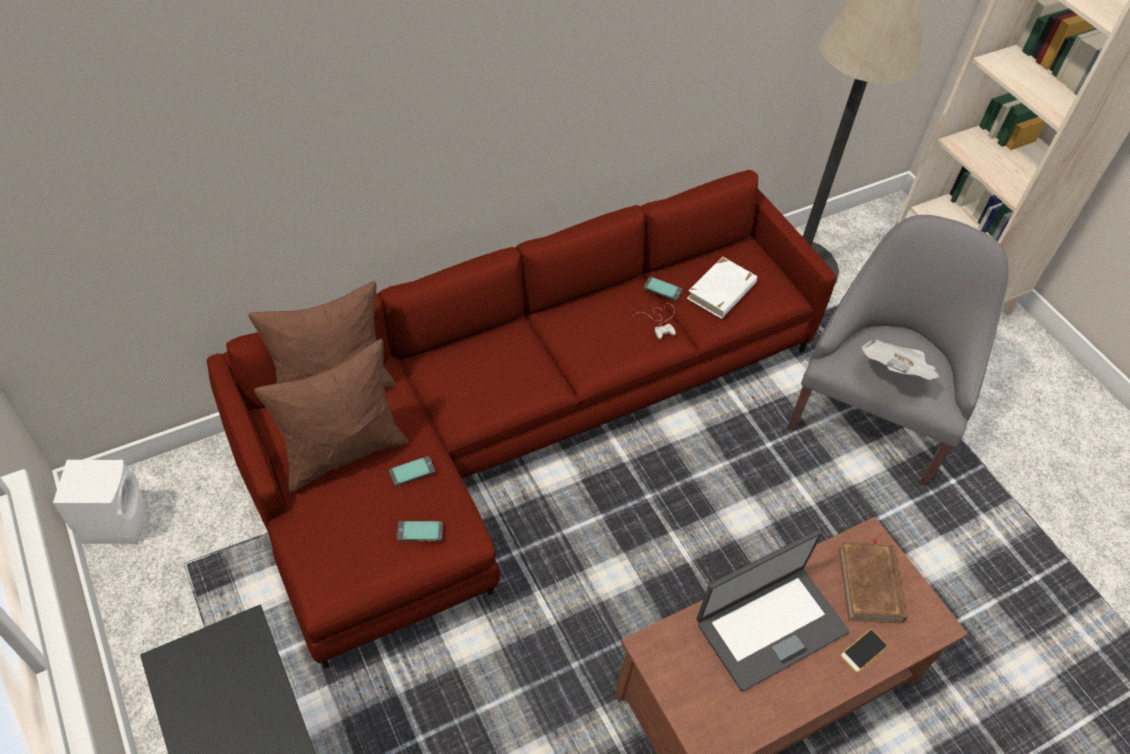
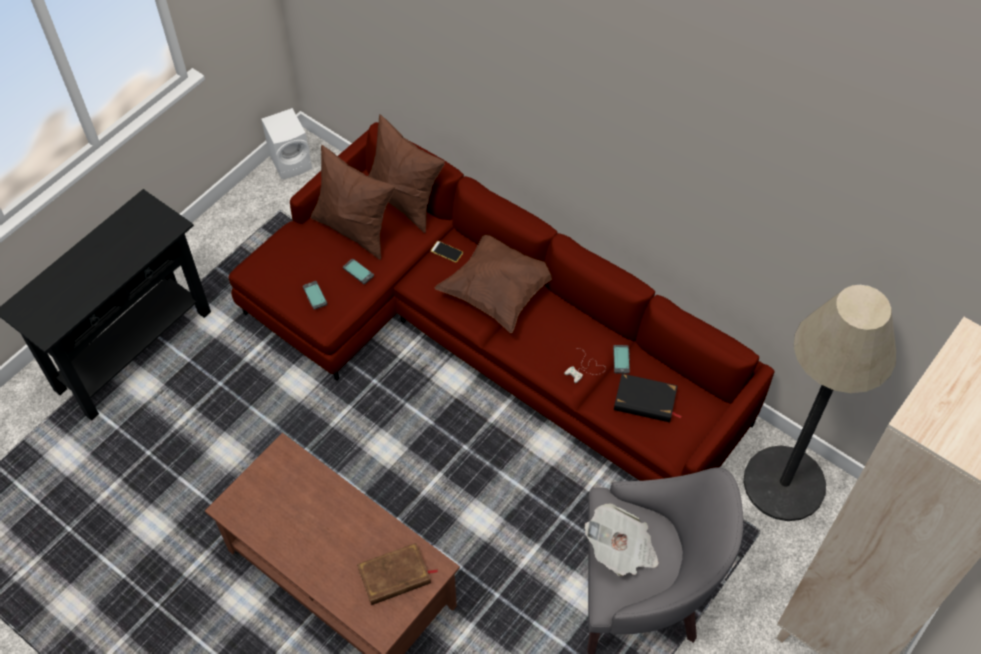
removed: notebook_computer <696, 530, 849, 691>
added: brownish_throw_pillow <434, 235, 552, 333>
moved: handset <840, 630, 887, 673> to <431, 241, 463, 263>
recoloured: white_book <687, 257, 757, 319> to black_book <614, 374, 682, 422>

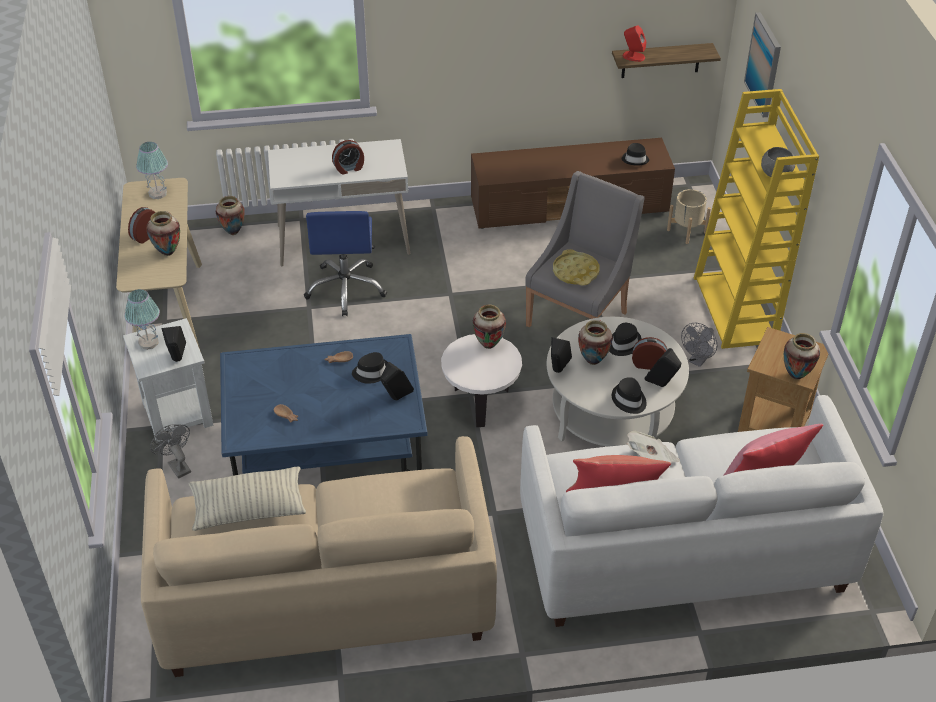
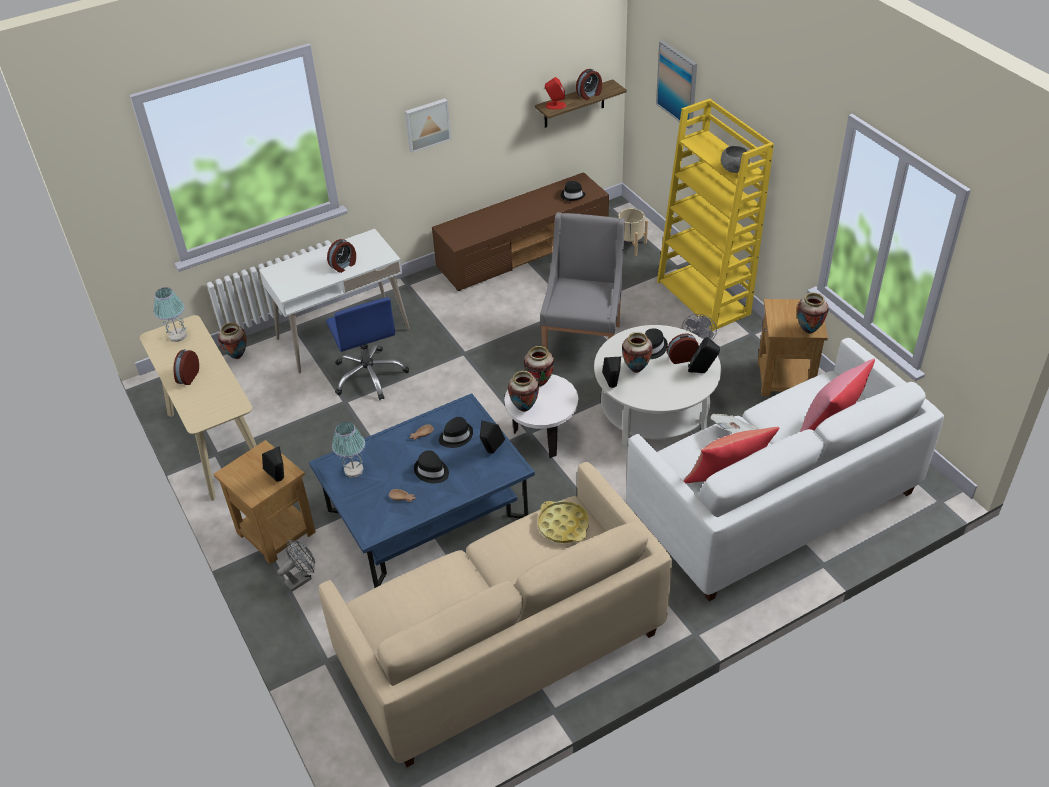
removed: throw_pillow <189, 466, 306, 531>
added: wall_picture <405, 98, 451, 153>; alarm_clock <576, 69, 602, 100>
moved: tabletop_lamp <124, 289, 160, 350> to <332, 422, 365, 478>; black_wearable_hat <612, 377, 647, 414> to <414, 450, 449, 483>; vase <147, 211, 180, 256> to <508, 371, 539, 412>; yellow_tray <553, 249, 599, 286> to <538, 501, 589, 543>
recoloured: white_end_table <123, 318, 213, 442> to brownish_end_table <213, 440, 316, 565>
turned: grey_cooling_fan <150, 424, 191, 479> = <277, 540, 315, 592> 105 degrees clockwise

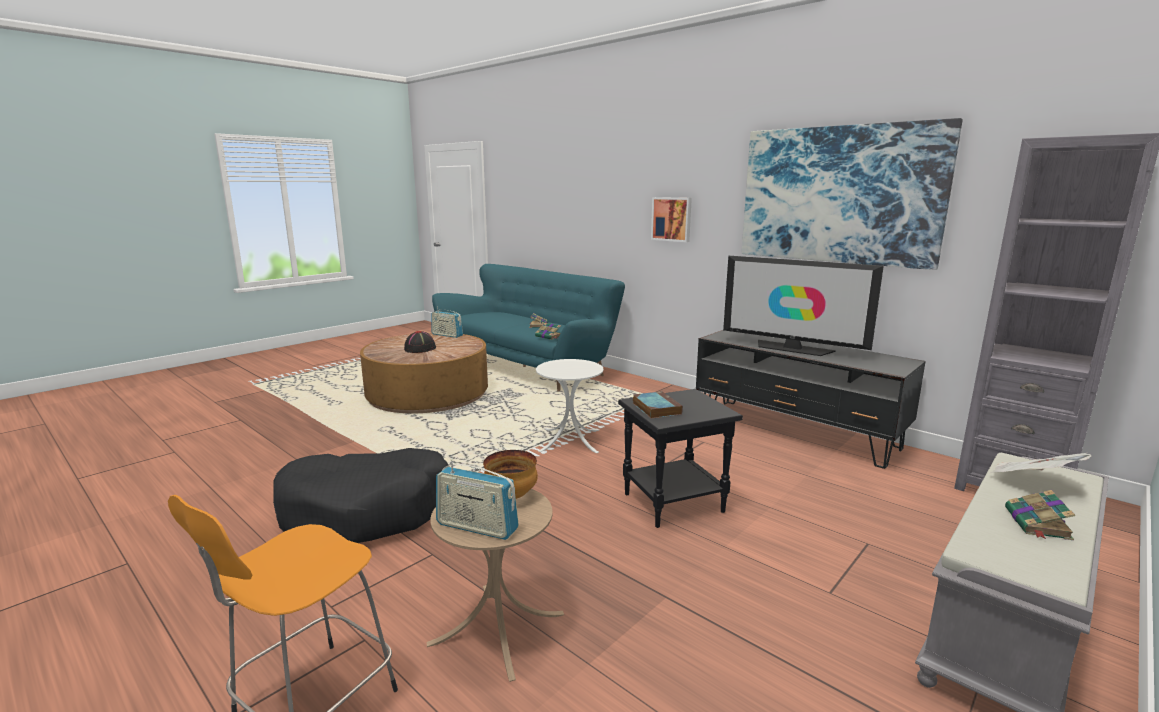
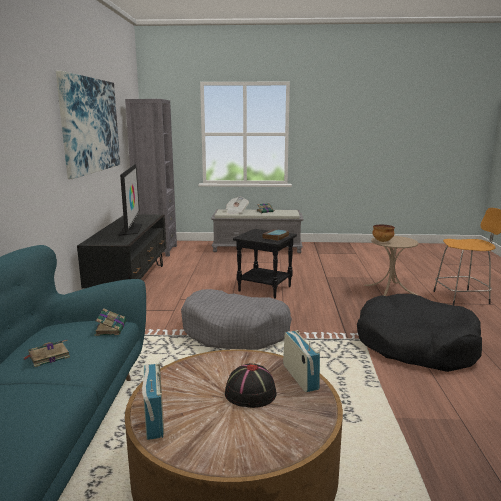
removed: wall_picture <651, 197, 692, 242>
moved: radio_receiver <436, 459, 519, 540> to <283, 330, 320, 392>
replaced: white_end_table <536, 359, 603, 454> to grey_pet_bed <181, 289, 292, 350>

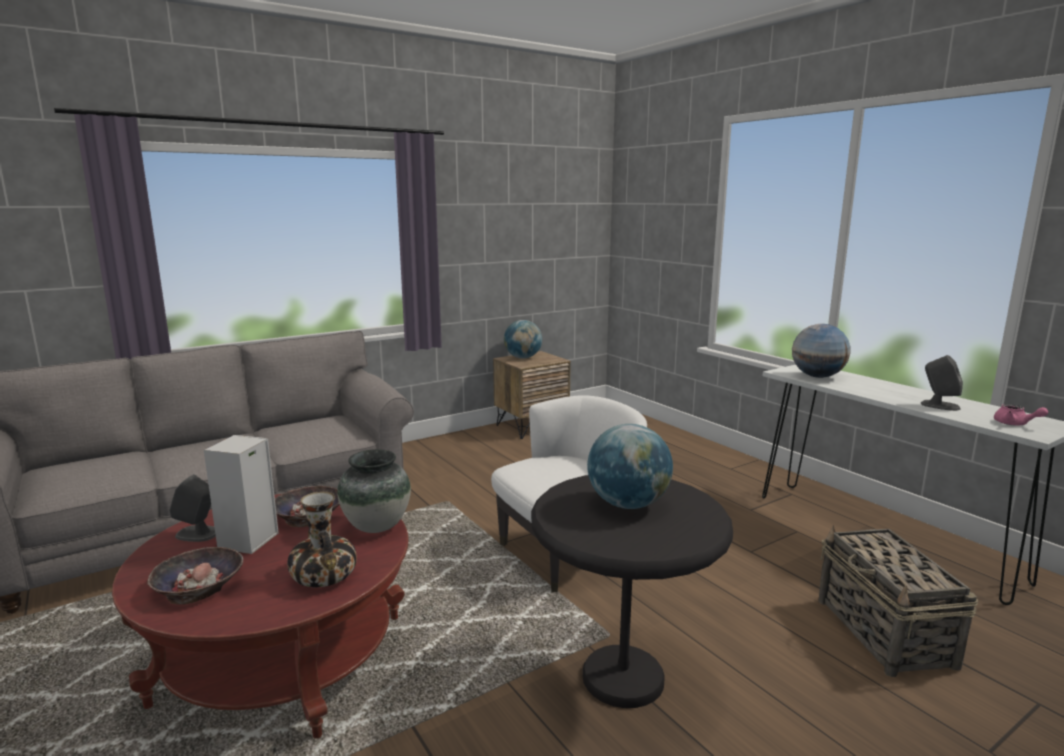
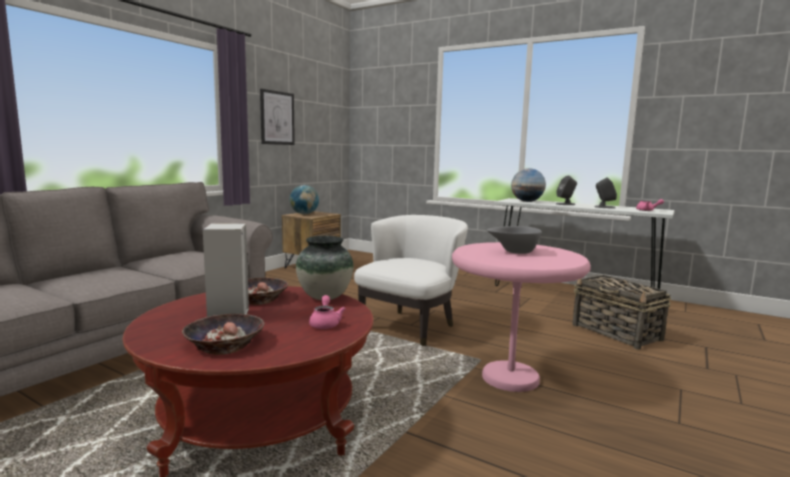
added: wall_picture <260, 89, 295, 145>
moved: grey_speaker <169, 474, 216, 542> to <556, 176, 577, 205>
replaced: vase <287, 491, 357, 587> to pinkish_tea_pot <309, 295, 346, 329>; globe <587, 424, 673, 509> to grey_deep_dish <487, 226, 541, 254>
recoloured: black_end_table <531, 475, 733, 708> to pinkish_end_table <452, 242, 591, 392>

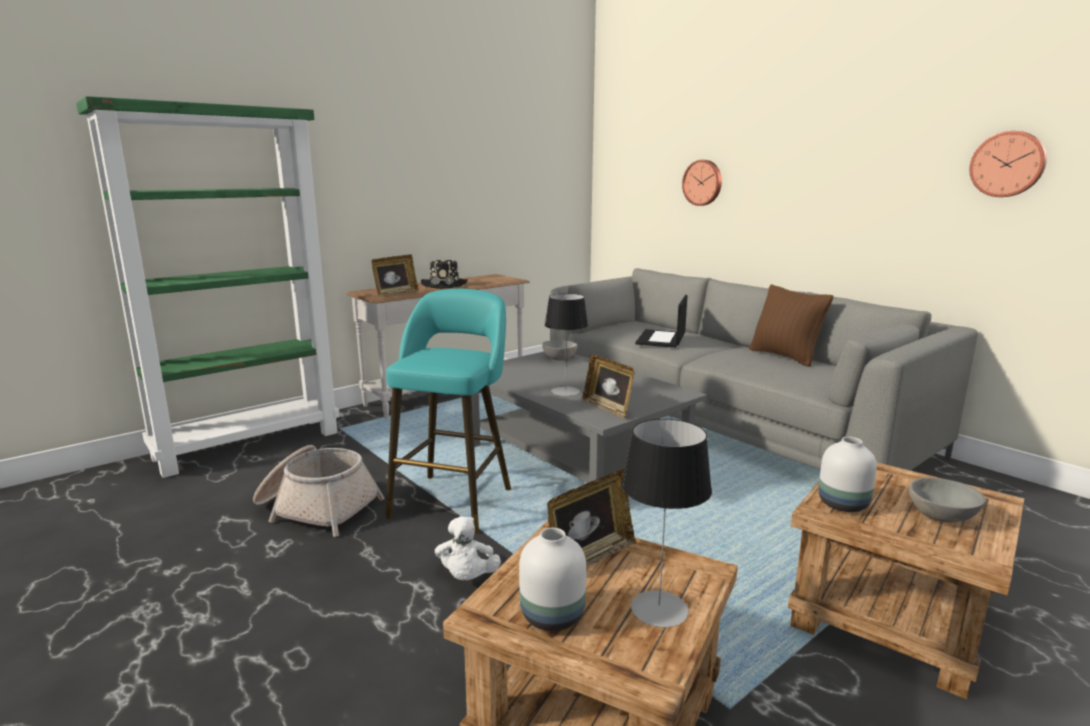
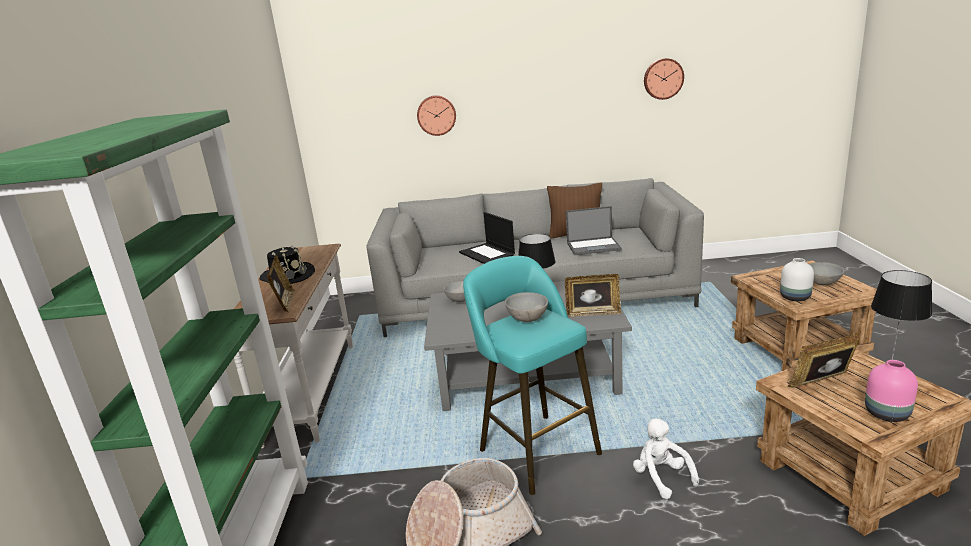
added: grey_deep_dish <505, 292, 548, 322>; notebook_computer <566, 206, 622, 255>
recoloured: white_vase <519, 528, 586, 631> to pinkish_vase <865, 360, 918, 422>
turned: white_soft_toy <435, 516, 501, 580> = <633, 419, 699, 499> 150 degrees counterclockwise; standing_frame <547, 469, 636, 567> = <788, 332, 860, 388> 105 degrees counterclockwise

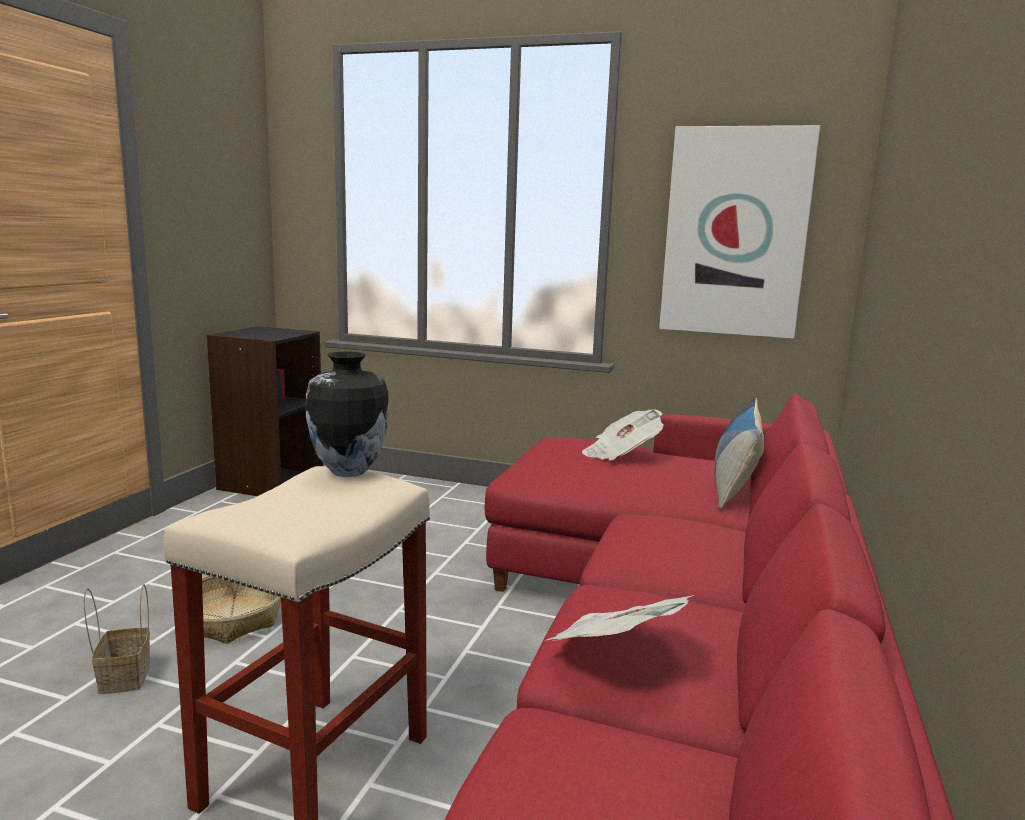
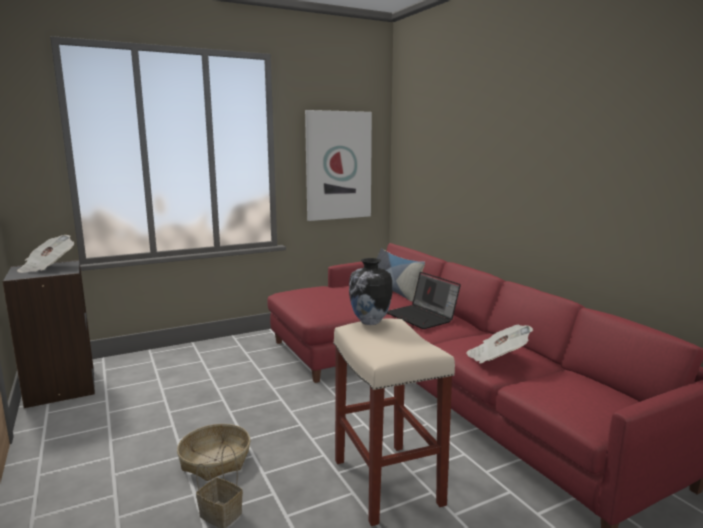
added: notebook_computer <387, 272, 461, 329>
moved: printed_paper <582, 409, 663, 461> to <17, 235, 74, 273>

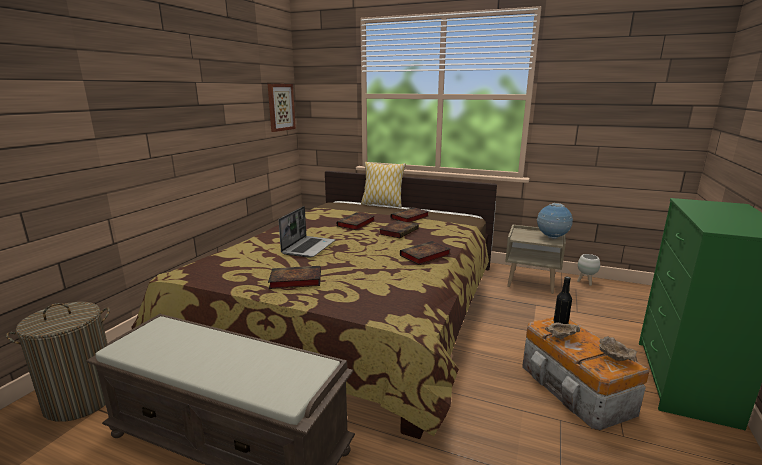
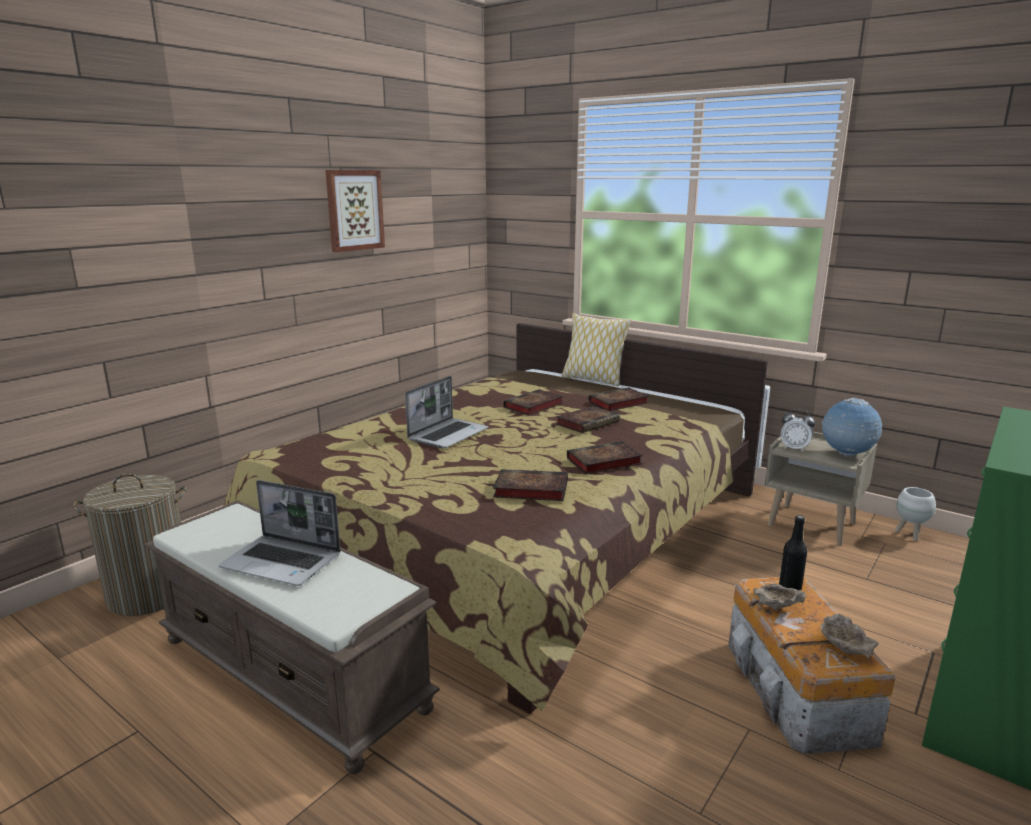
added: notebook_computer <219, 480, 341, 586>; alarm_clock <781, 409, 815, 452>
moved: wall_picture <268, 84, 296, 132> to <326, 170, 385, 252>; book <268, 266, 321, 289> to <493, 469, 568, 501>

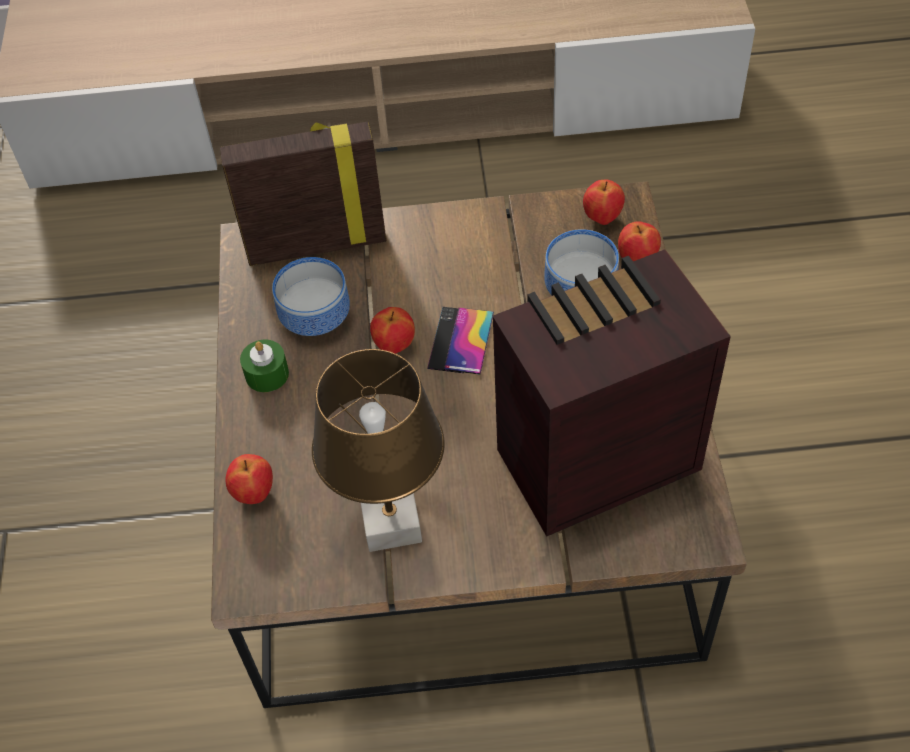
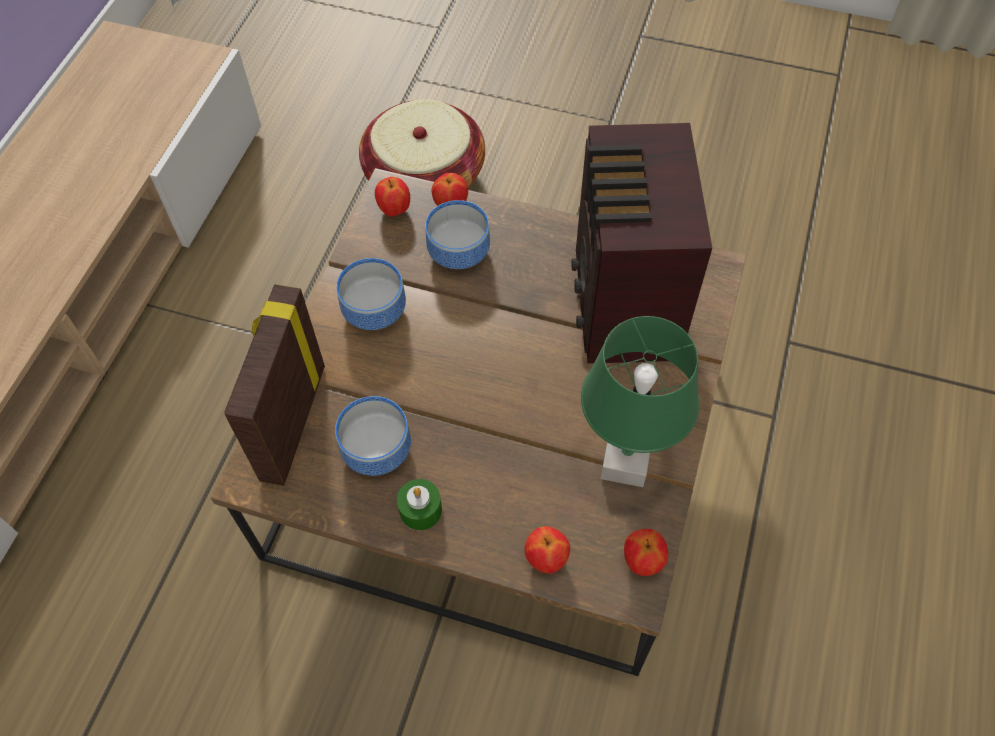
removed: handset <427, 307, 494, 374>
added: deep_dish <336, 258, 406, 330>; storage_basket <359, 99, 485, 187>
moved: apple <370, 307, 415, 354> to <624, 529, 668, 576>
recoloured: brownish_tabletop_lamp <312, 349, 445, 552> to green_tabletop_lamp <581, 316, 699, 487>

